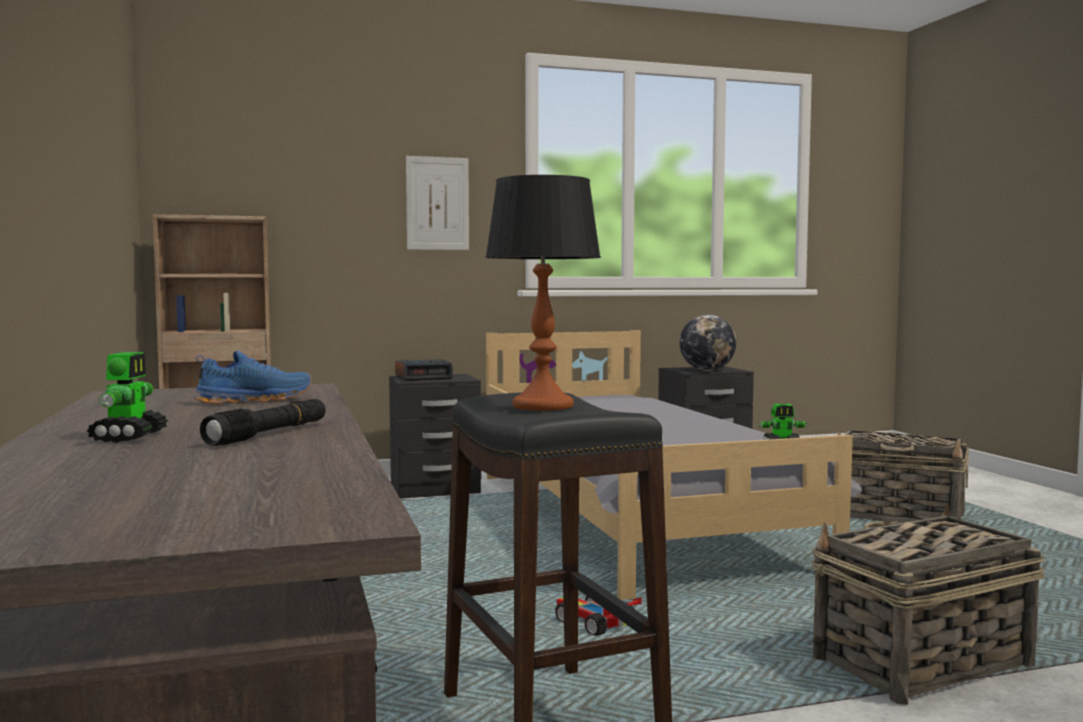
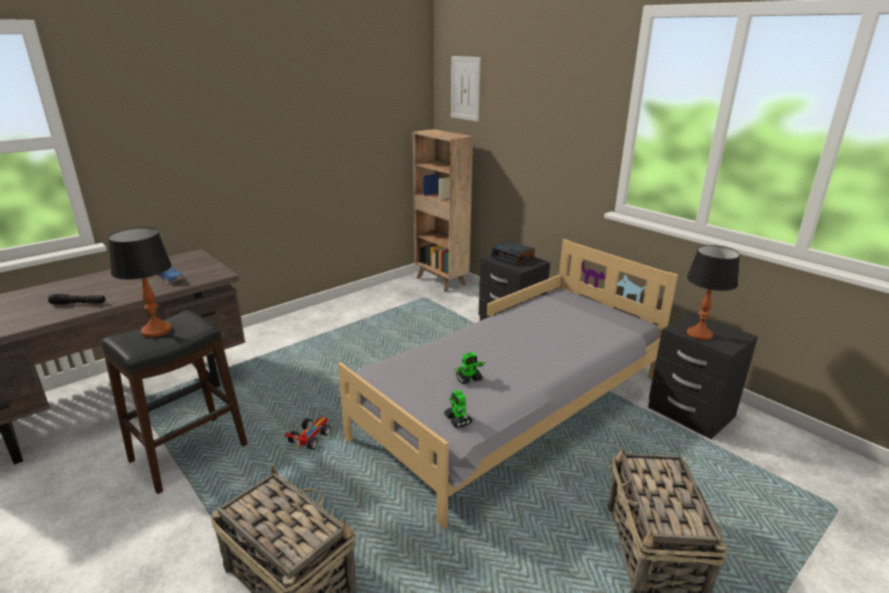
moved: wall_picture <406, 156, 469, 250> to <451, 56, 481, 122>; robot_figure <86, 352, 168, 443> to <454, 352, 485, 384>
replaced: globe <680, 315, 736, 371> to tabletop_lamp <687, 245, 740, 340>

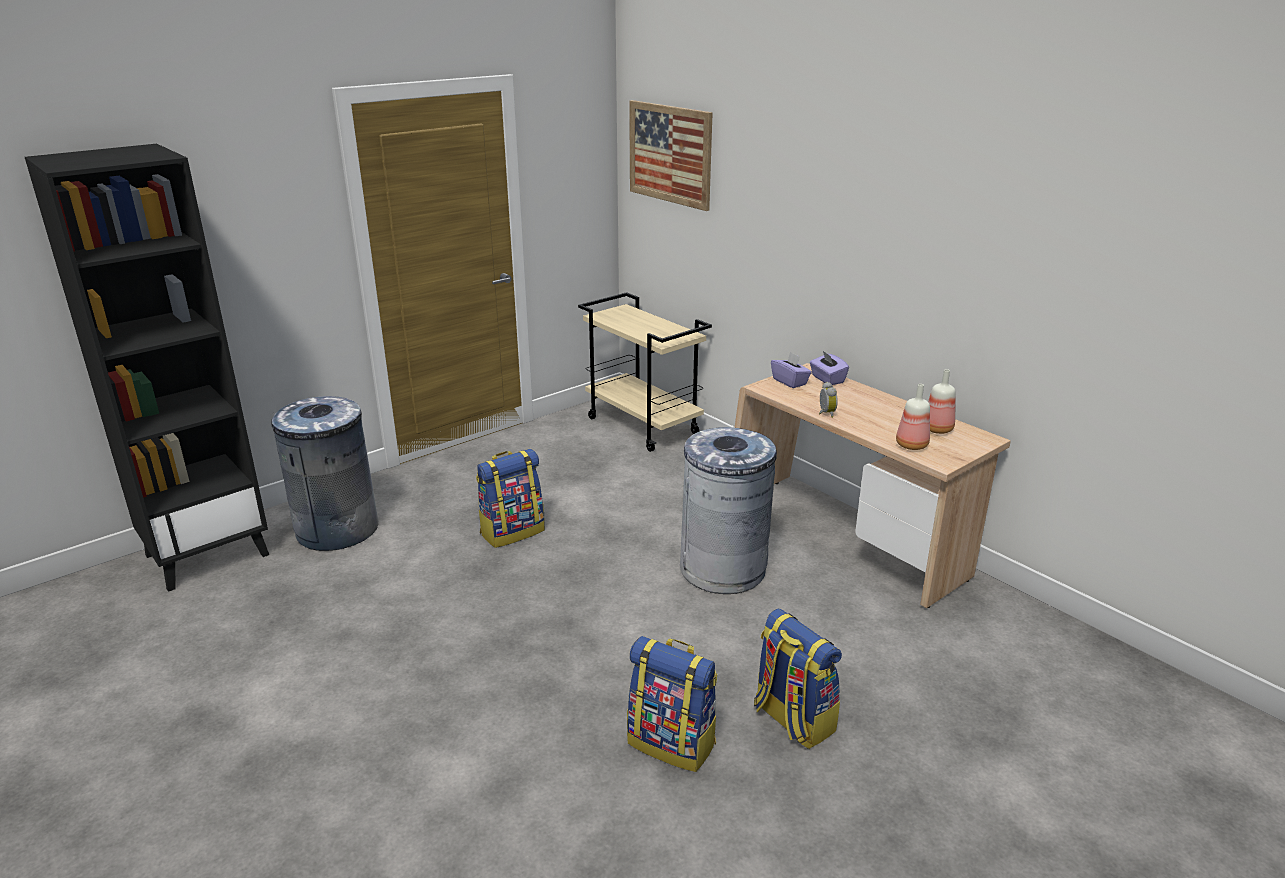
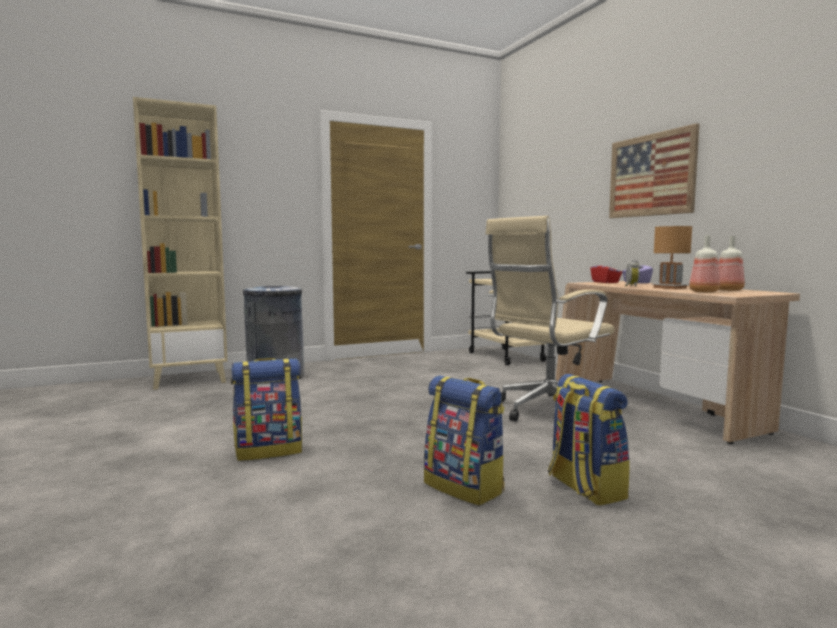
added: brownish_tabletop_lamp <651, 226, 692, 289>
moved: backpack <476, 449, 545, 548> to <231, 358, 302, 461>; wall_picture <629, 100, 713, 211> to <609, 123, 699, 218>
replaced: grey_trash_can <680, 427, 777, 594> to beige-coloured_computer_chair <485, 216, 615, 422>
recoloured: black_bookshelf <25, 144, 269, 592> to beige-coloured_bookshelf <133, 97, 227, 390>; purple-coloured_tissue_holder <771, 352, 812, 388> to red_tissue_holder <590, 260, 622, 283>

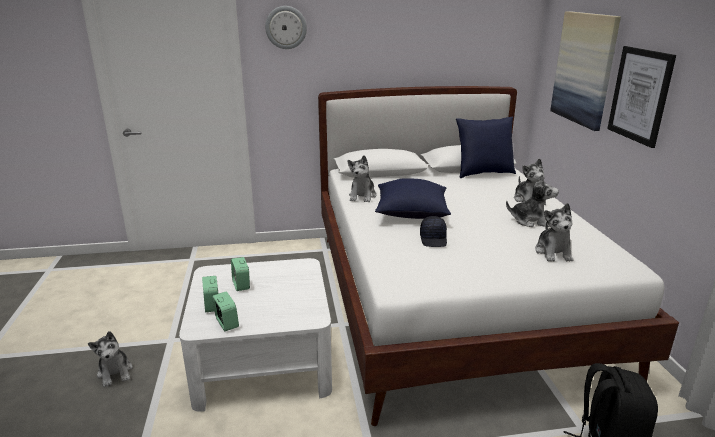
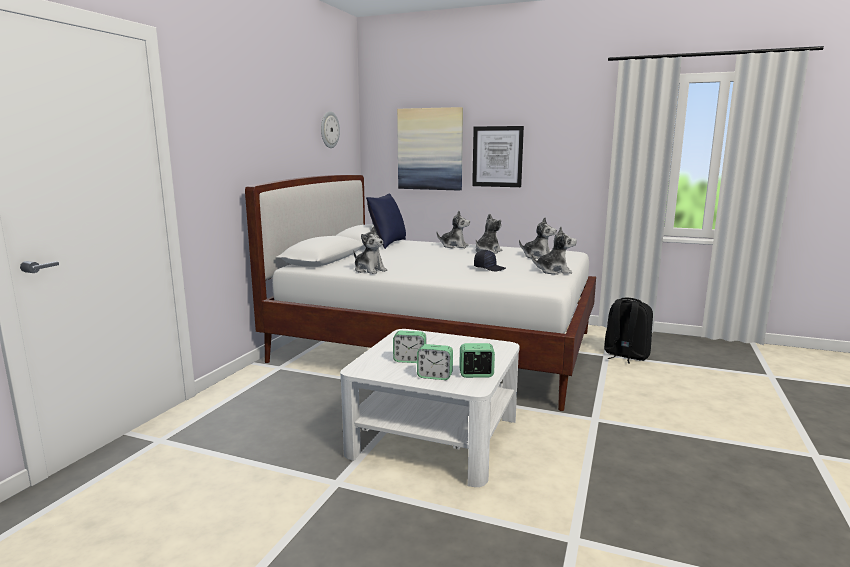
removed: bluish_throw_pillow <375, 178, 451, 219>
moved: wall_clock <265, 6, 307, 49> to <321, 111, 340, 148>; soft_toy <88, 331, 133, 387> to <531, 227, 577, 275>

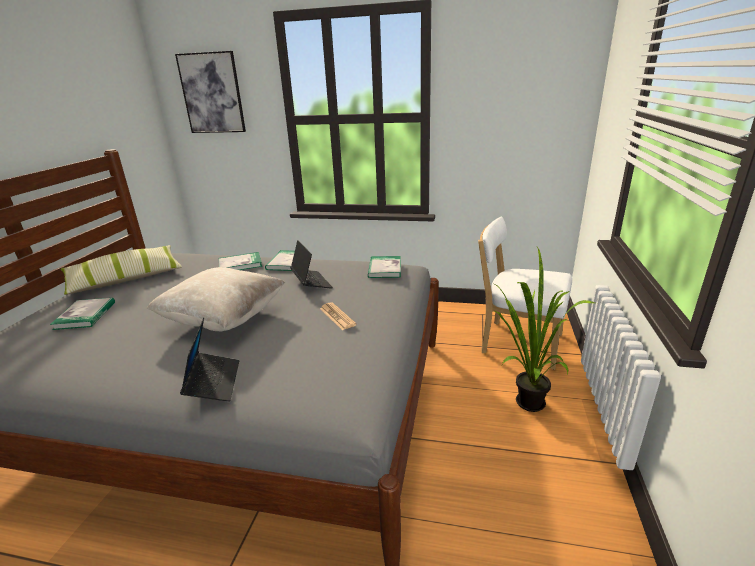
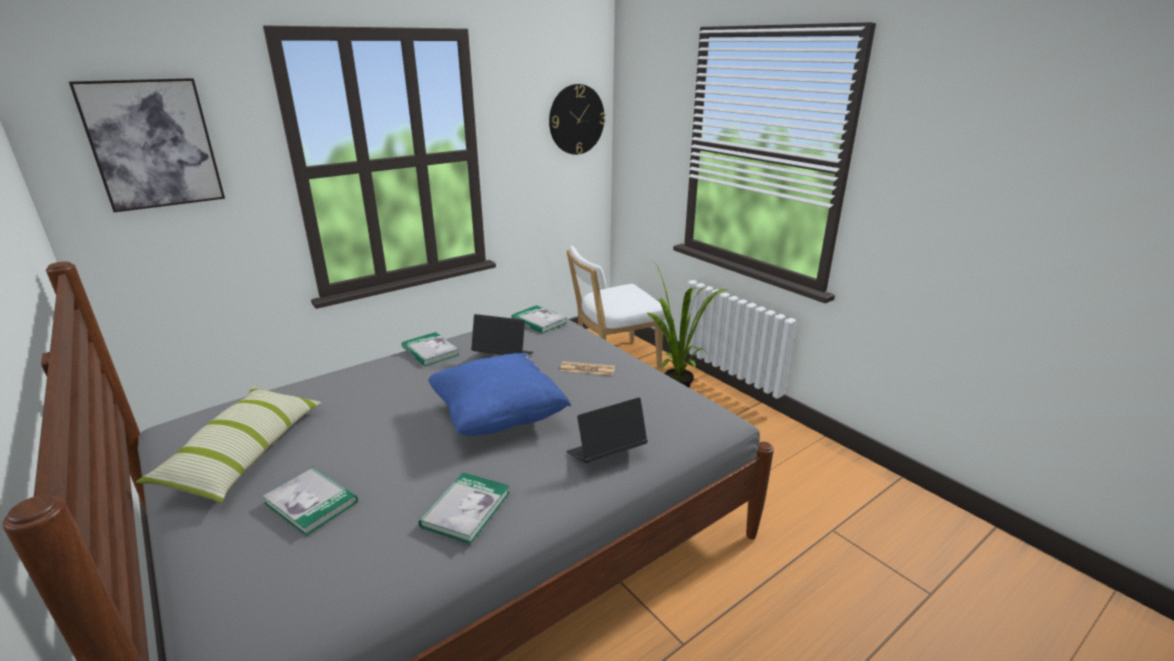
added: wall_clock <549, 84, 606, 155>
moved: book <219, 252, 262, 270> to <419, 473, 510, 544>
recoloured: beige-coloured_throw_pillow <147, 267, 285, 331> to bluish_throw_pillow <429, 353, 571, 436>
turned: notebook_computer <180, 318, 240, 402> = <566, 397, 648, 463> 60 degrees counterclockwise

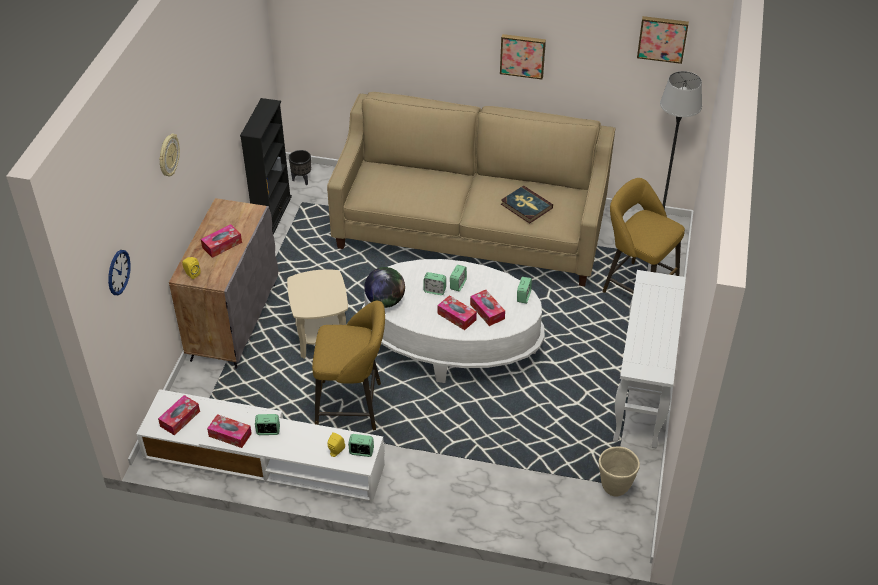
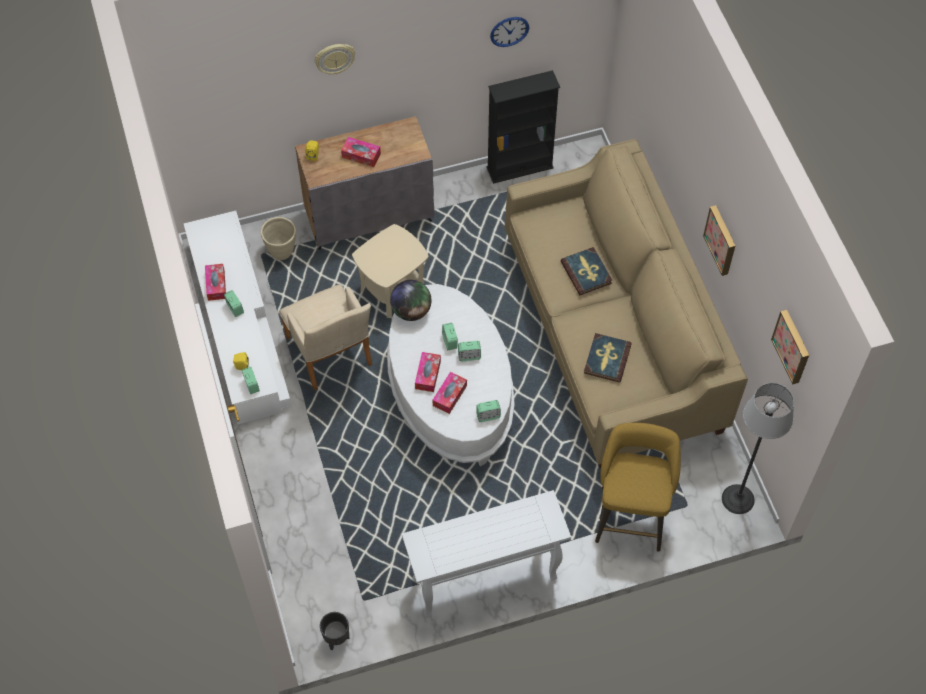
removed: tissue_holder <158, 395, 200, 435>
added: book <561, 247, 612, 295>
moved: beige-coloured_flower_pot <599, 447, 640, 497> to <261, 217, 296, 260>; black_flower_pot <289, 150, 311, 185> to <320, 612, 349, 650>; wall_clock <108, 250, 131, 295> to <490, 17, 529, 47>
replaced: yellow_stool_seat <312, 301, 385, 430> to beige-coloured_lounge_chair <279, 284, 372, 390>

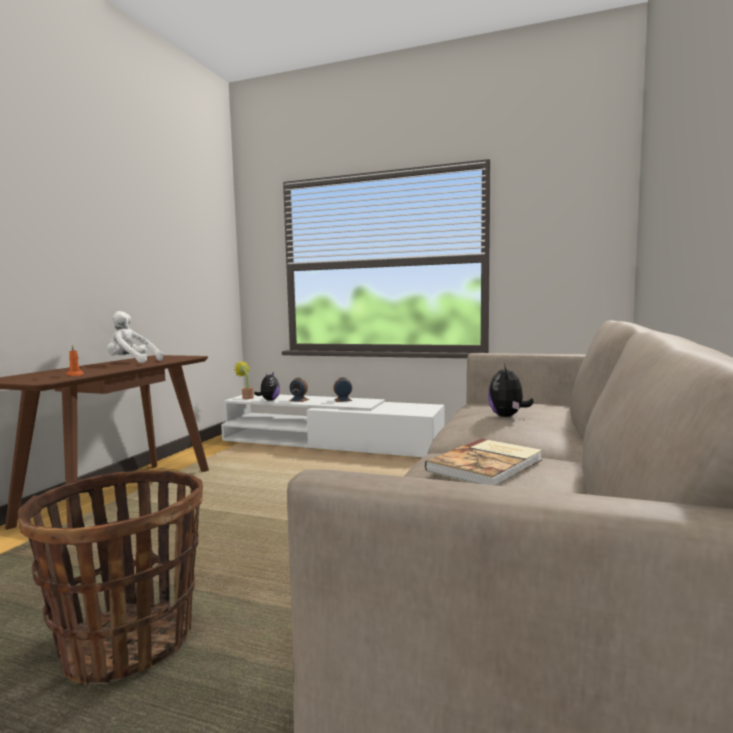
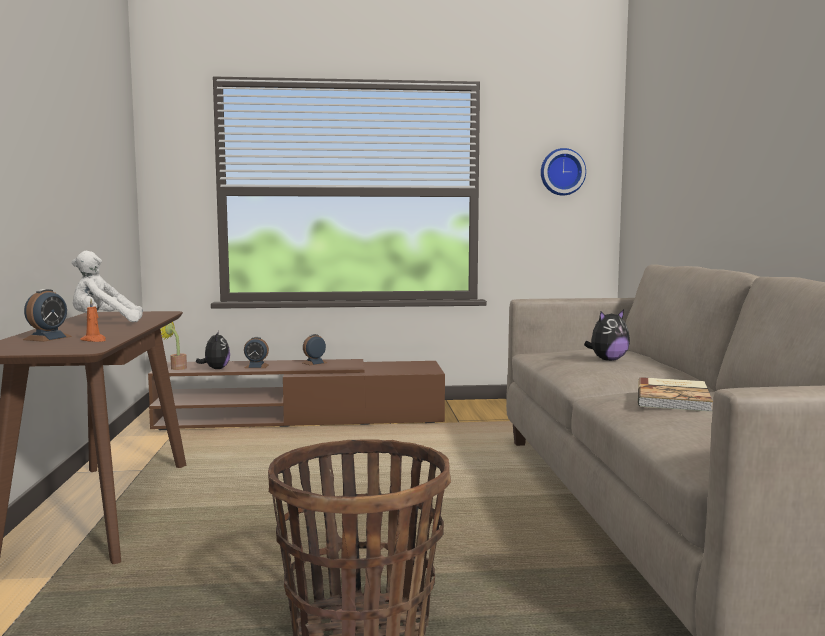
added: alarm_clock <23, 289, 72, 342>; wall_clock <541, 148, 586, 196>
recoloured: white_tv_stand <221, 394, 445, 458> to brownish_tv_stand <148, 359, 445, 430>
turned: soft_toy <488, 364, 534, 417> = <584, 310, 630, 361> 105 degrees counterclockwise

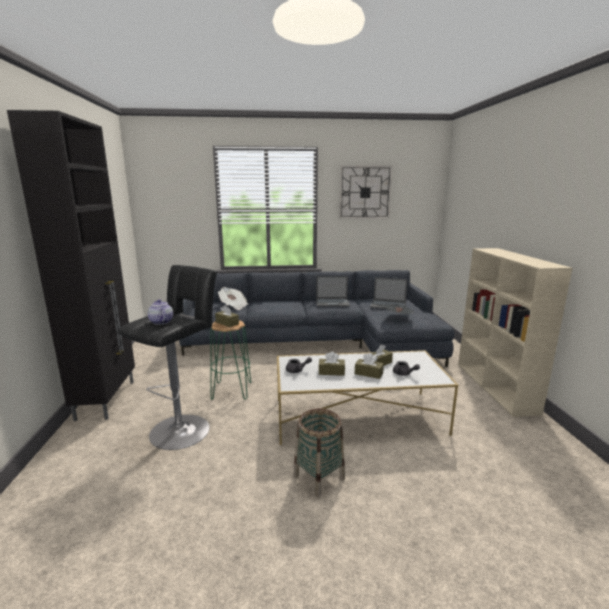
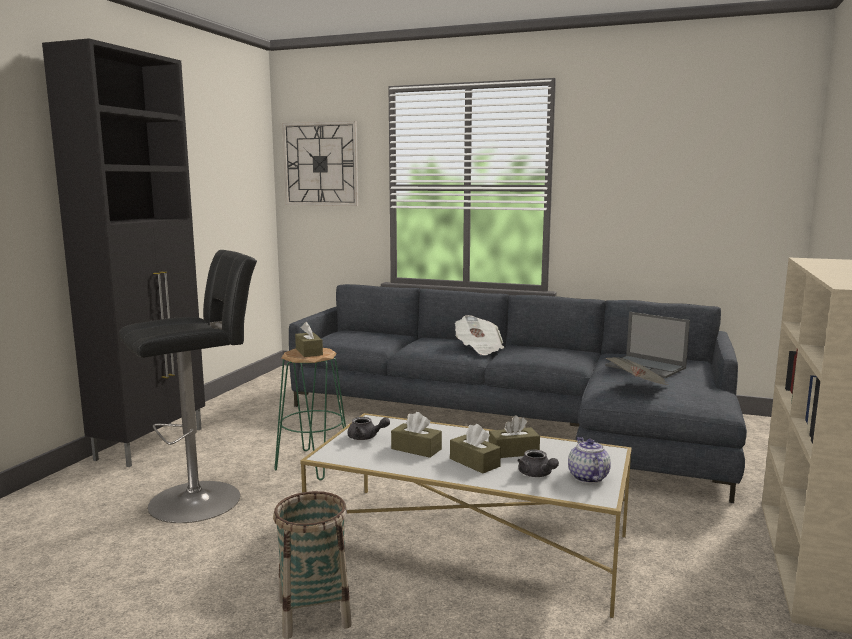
removed: notebook_computer <316, 276, 350, 306>
moved: wall_clock <339, 165, 392, 219> to <282, 121, 358, 206>; printed_paper <218, 287, 248, 310> to <455, 315, 504, 355>; tea_pot <148, 300, 173, 325> to <568, 437, 611, 483>

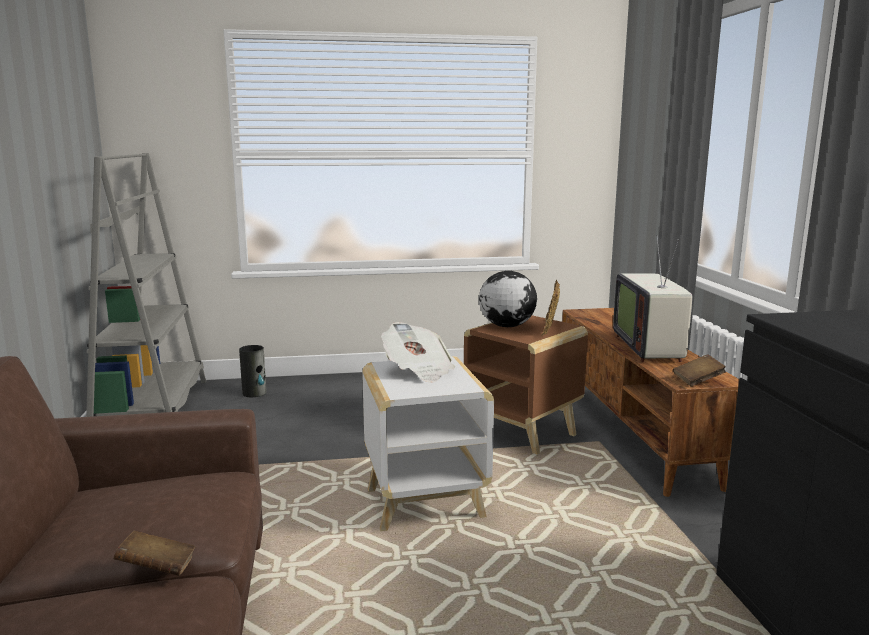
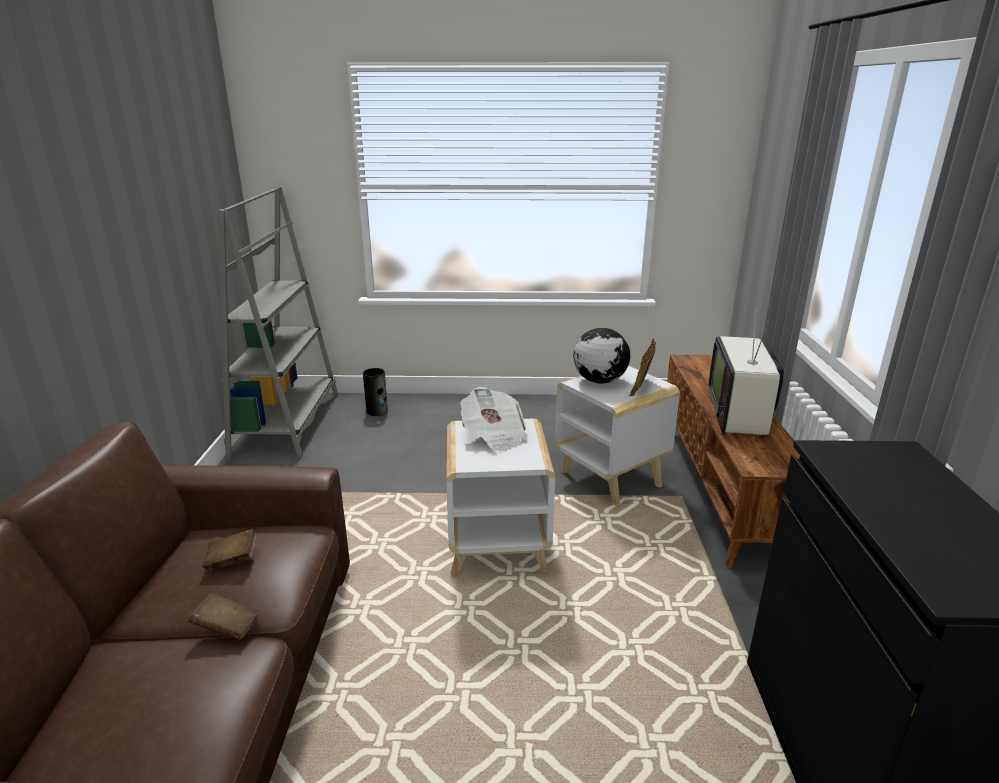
moved: brownish_book <673, 354, 726, 386> to <201, 529, 256, 572>
recoloured: brownish_end_table <464, 315, 588, 455> to white_end_table <555, 366, 680, 506>

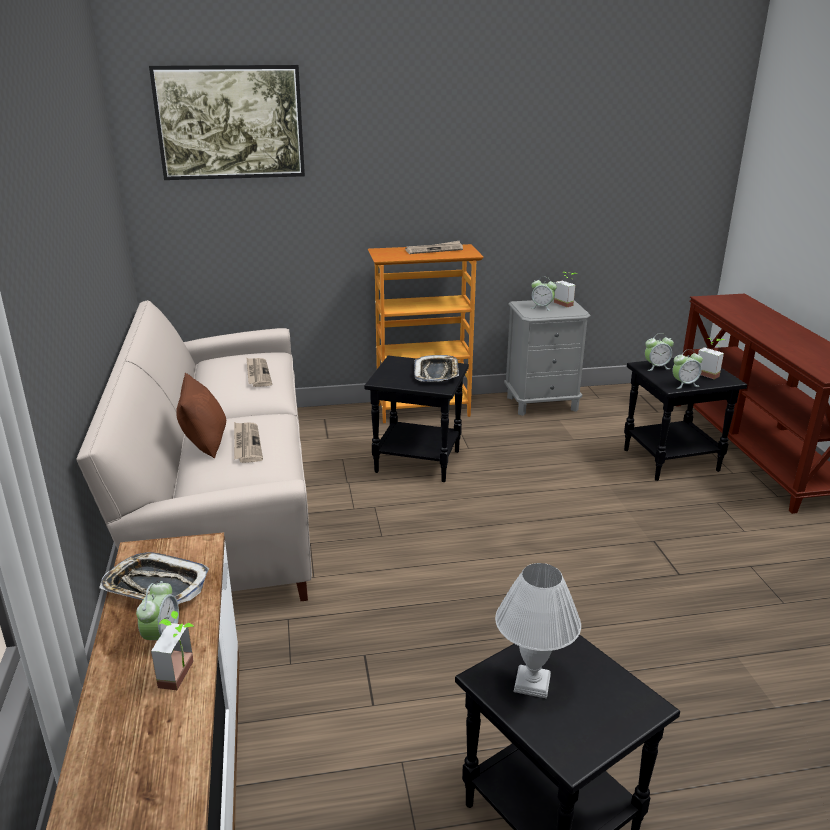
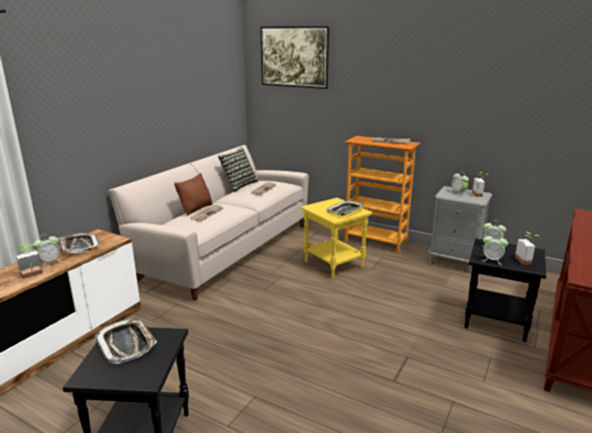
added: throw_pillow <218, 147, 258, 192>
replaced: white_tabletop_lamp <495, 563, 581, 699> to tray <95, 318, 157, 364>
recoloured: black_end_table <364, 356, 469, 482> to yellow_end_table <300, 198, 372, 279>

